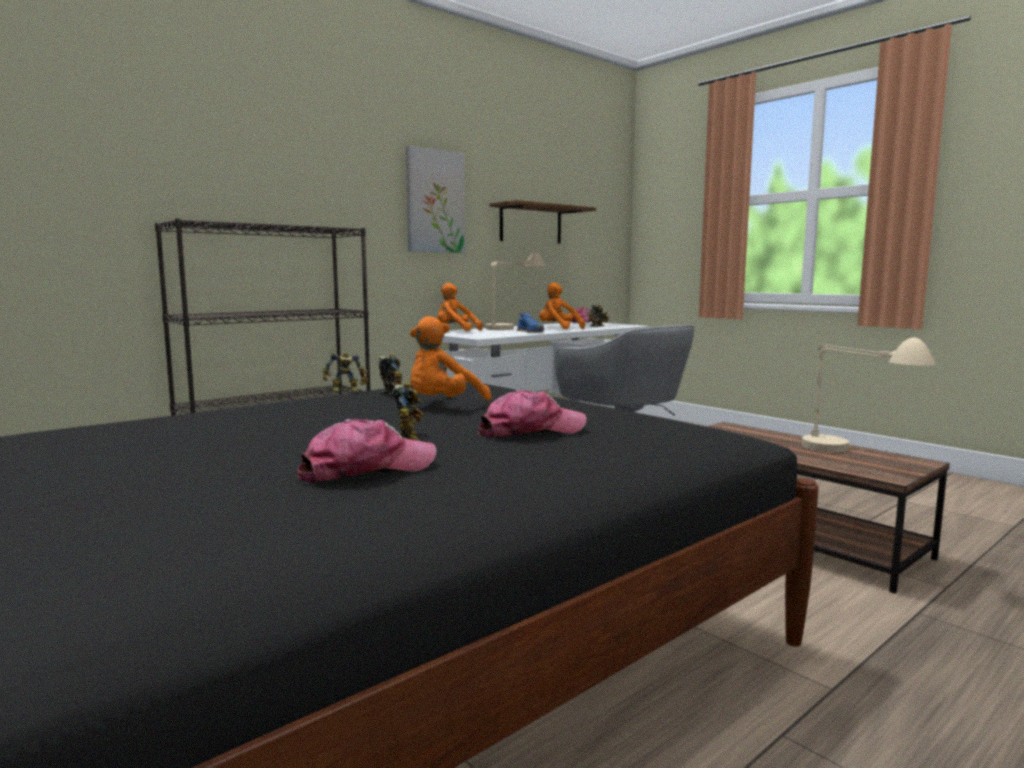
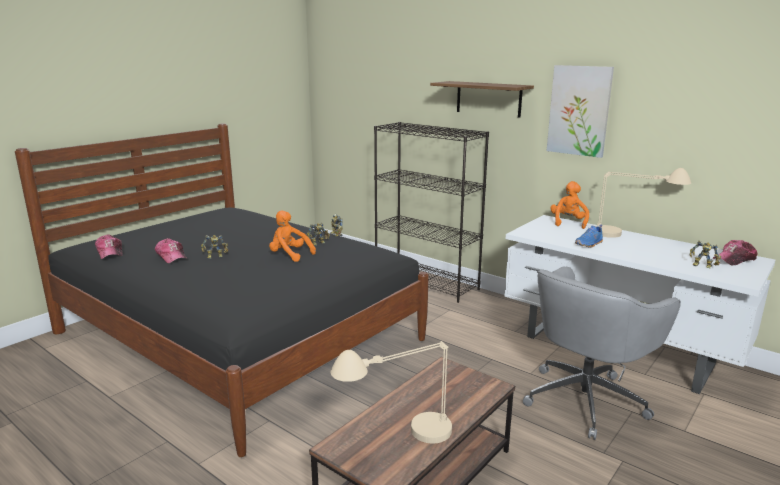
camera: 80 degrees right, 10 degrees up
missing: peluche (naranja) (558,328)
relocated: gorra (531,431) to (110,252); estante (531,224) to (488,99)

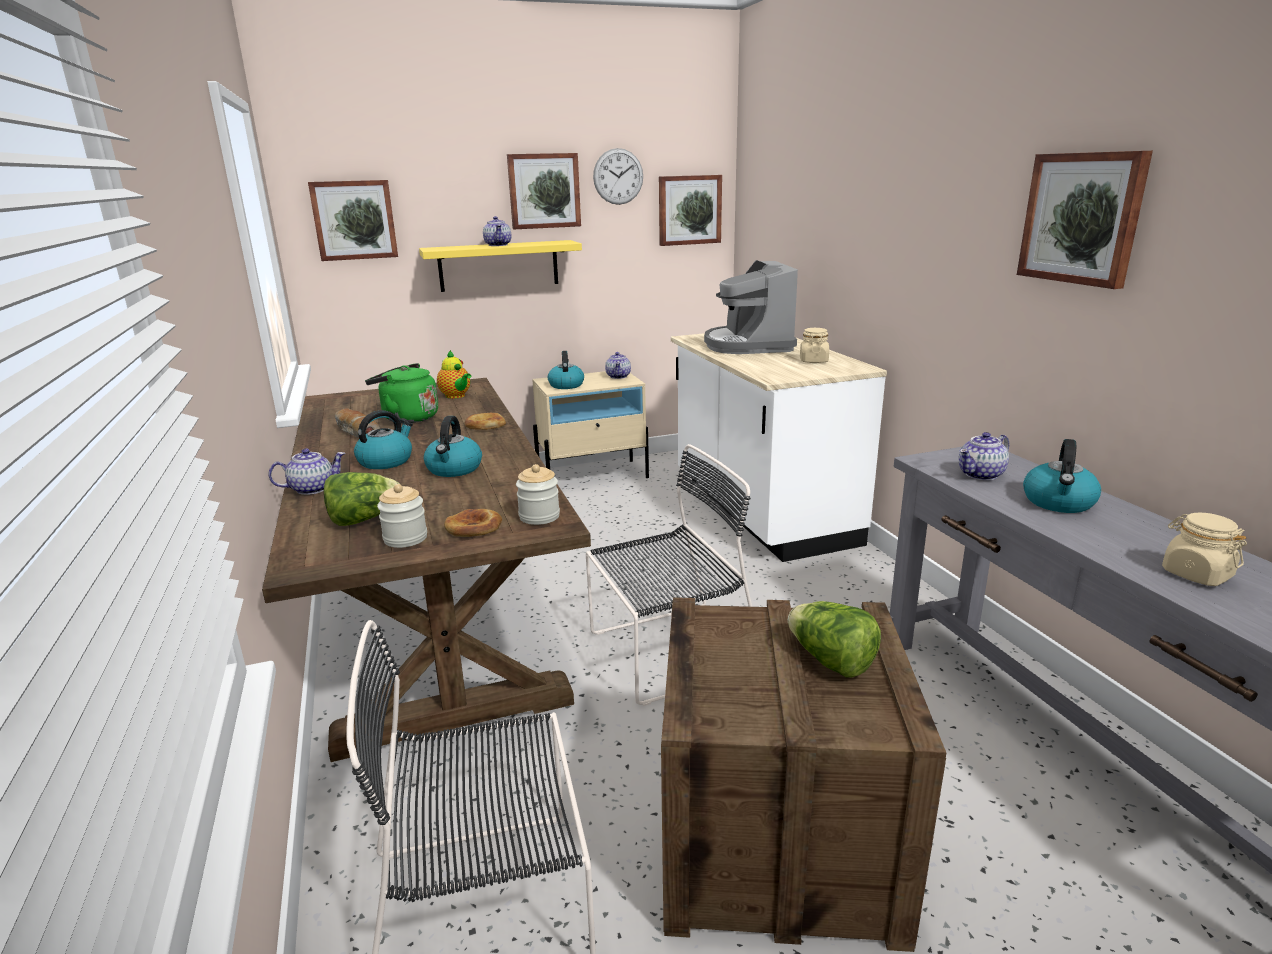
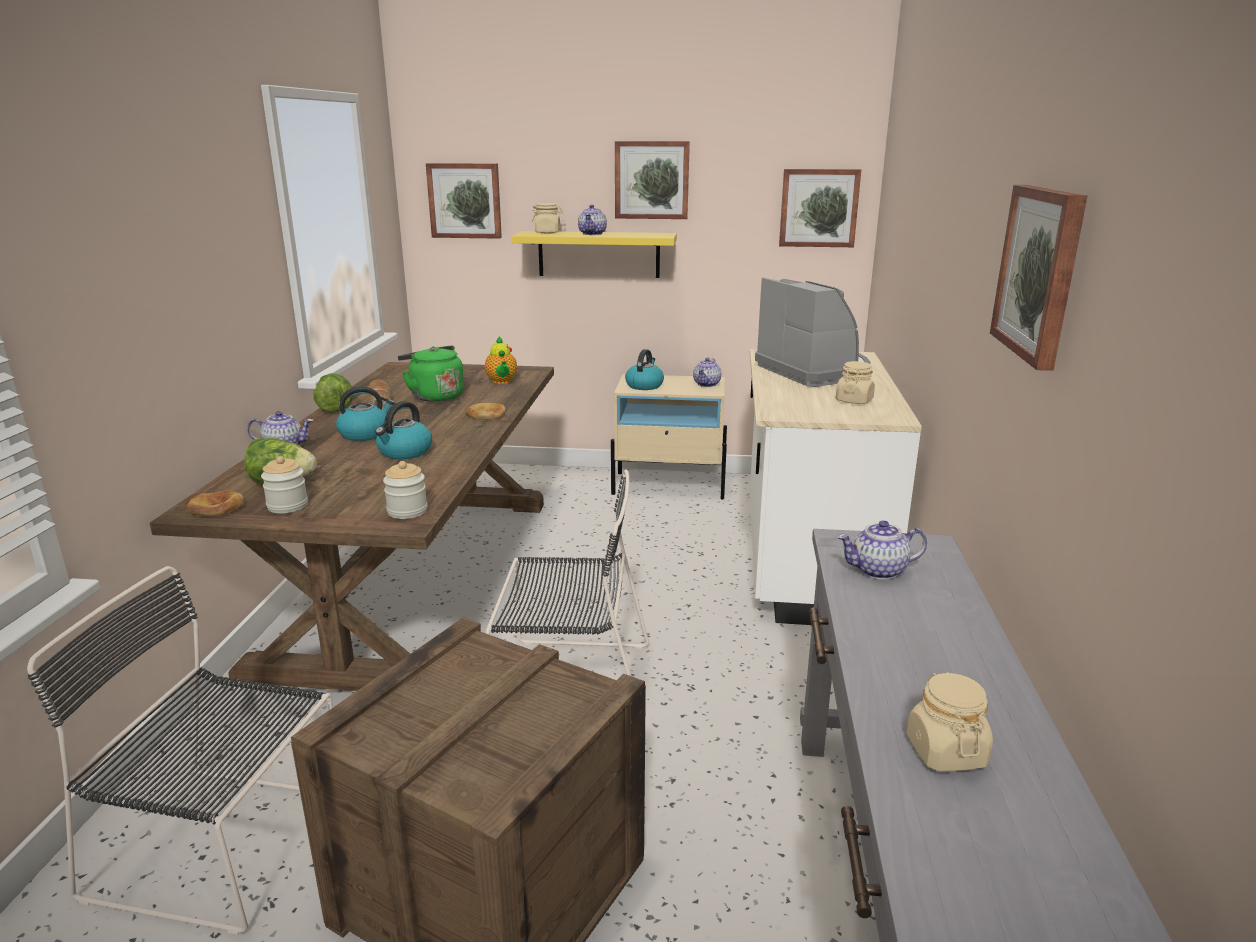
camera: 25 degrees right, 0 degrees up
missing: reloj de pared (618,176); hervidor (1059,503)
appeared: tarro (beis) (548,232)
relocated: pan (474,527) to (217,508); lechuga (831,661) to (335,408)
spun: cafetera (748,345) = (814,371) 135 degrees clockwise

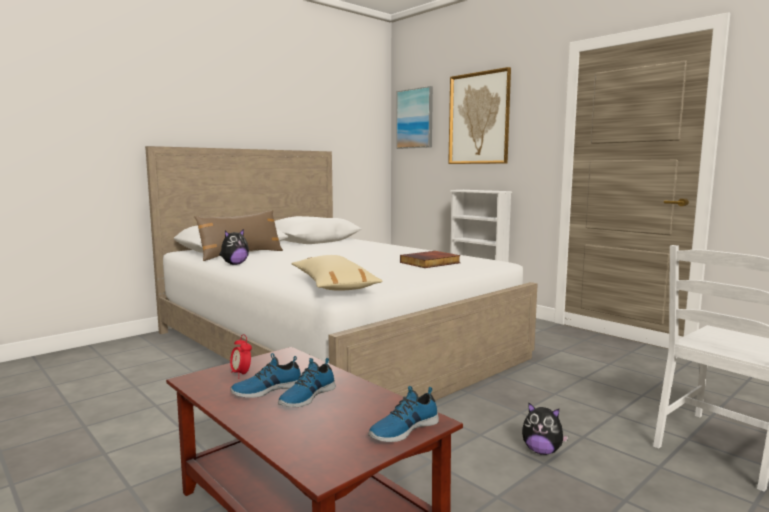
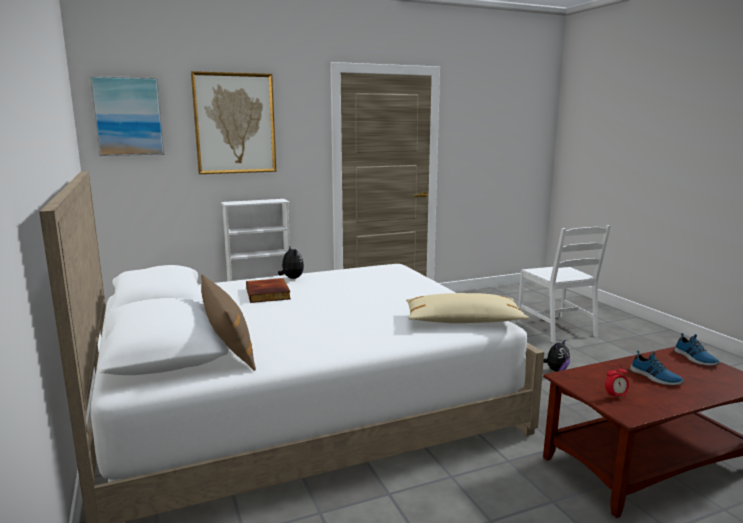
camera: 70 degrees left, 5 degrees up
missing: zapato (267,389)
relocated: libro (430,263) to (269,293); peluche (234,264) to (291,278)

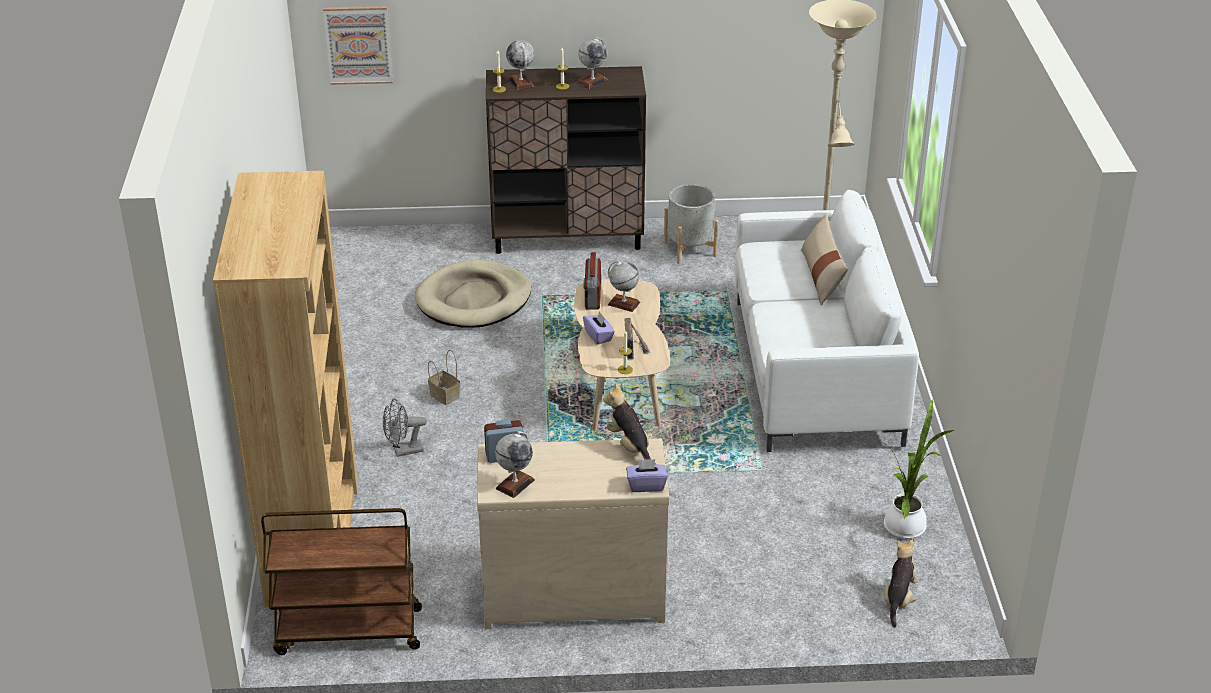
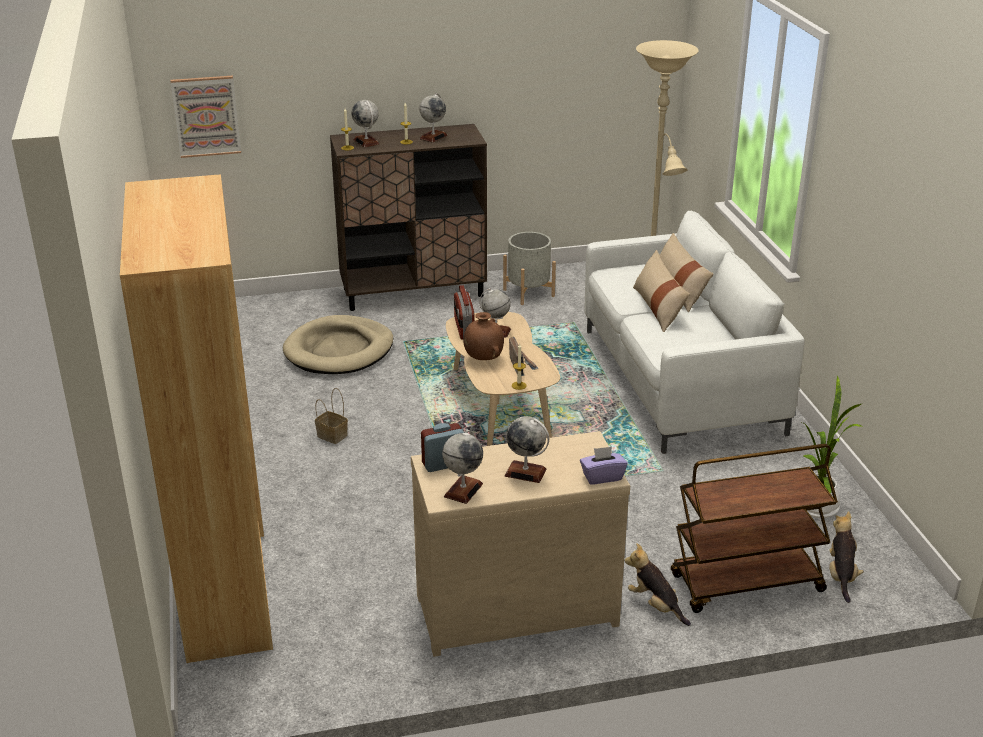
camera: 10 degrees left, 5 degrees down
missing: ventilador (gris) (403,451)
appeared: globo terráqueo (525,472); cojín (beis) (658,308)
relocated: peluche (630,446) to (655,605); carrito (marrón) (347,632) to (746,584)
exchanged: caja de pañuelos (morado) (599,336) to florero (marrón) (483,359)

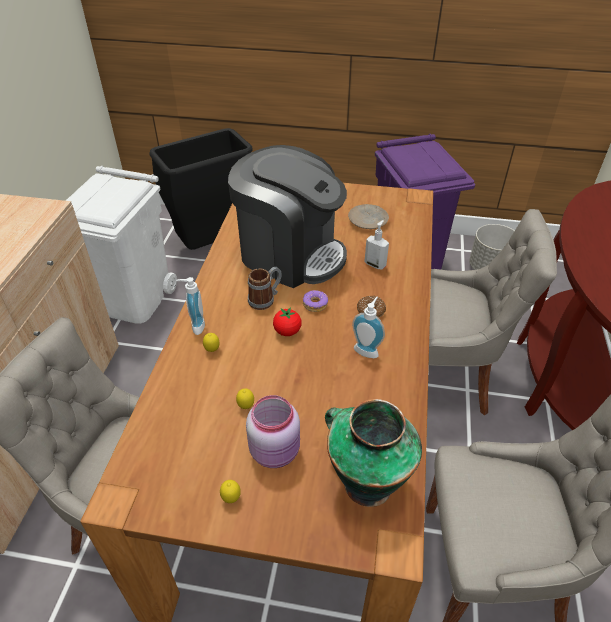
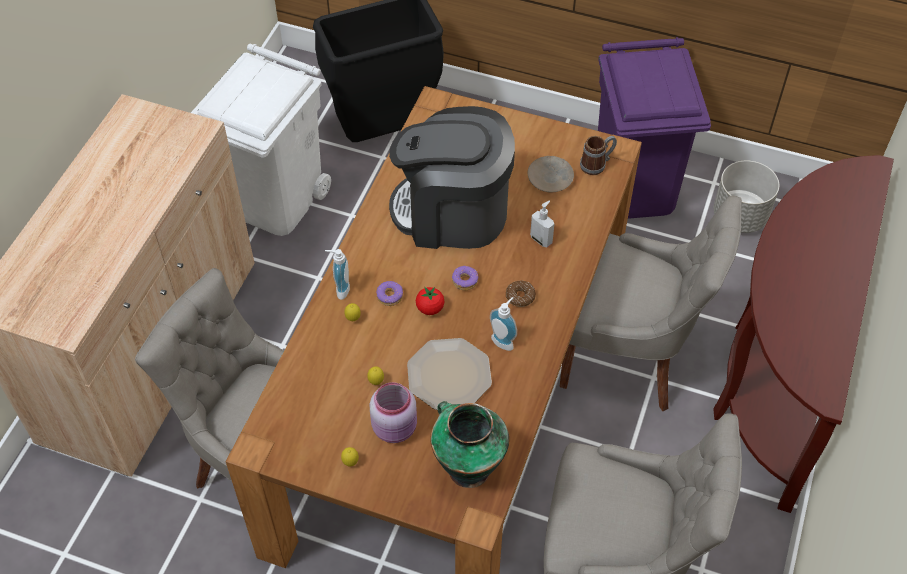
camera: 10 degrees right, 10 degrees up
appeared: rosquilla (390,296); plato (449,376)
relocated: taza grande (265,299) to (597,164)
spun: cafetera (290,254) = (452,213) 150 degrees clockwise

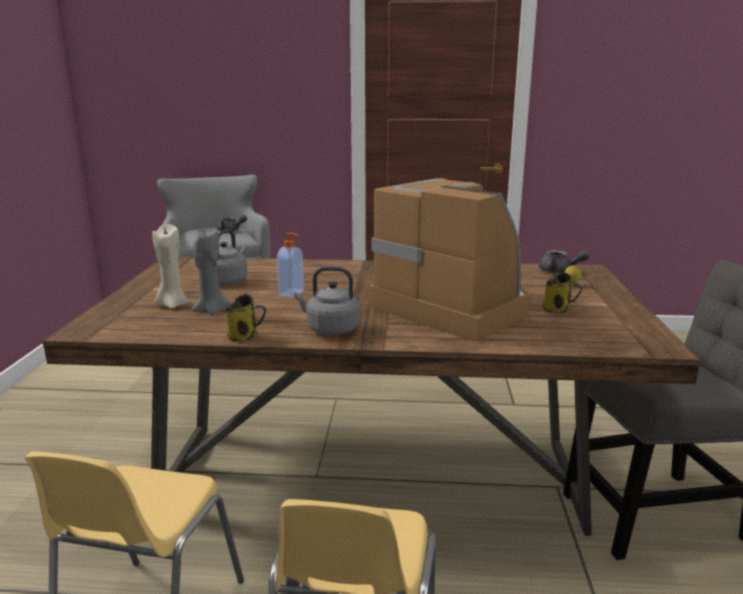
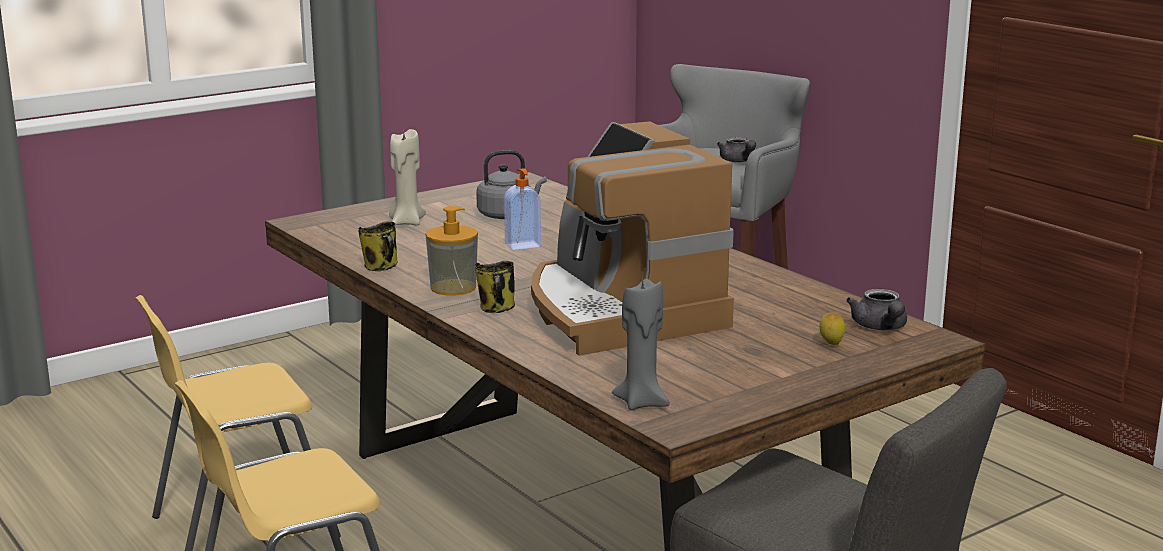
camera: 50 degrees right, 0 degrees up
relocated: taza grande (558,310) to (497,309); vela (gris) (211,311) to (641,402)
exchanged: hervidor (gris) (330,329) to dispensador de jabón (453,287)
spun: cafetera (453,306) = (619,312) 150 degrees clockwise

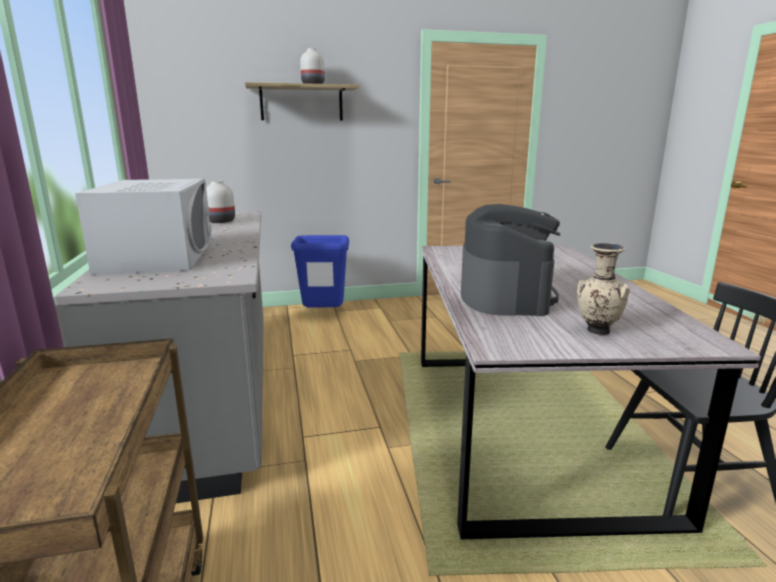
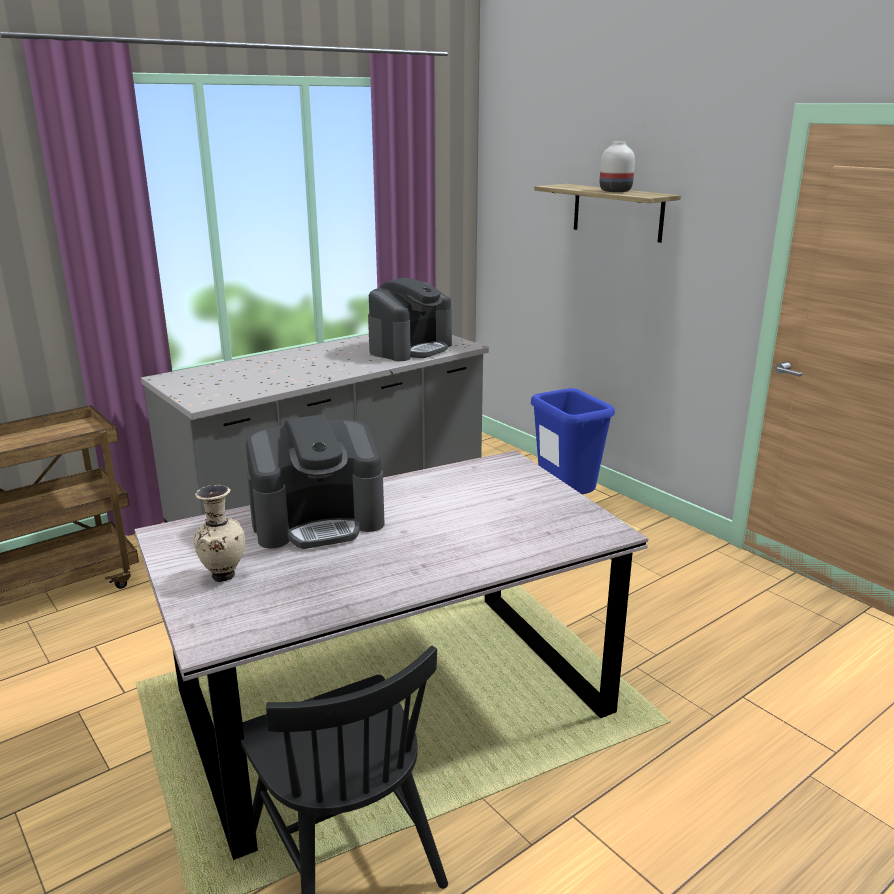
camera: 65 degrees right, 5 degrees up
missing: microondas (blanco) (159,256)
exchanged: florero (blanco) (220,221) to cafetera (410,348)

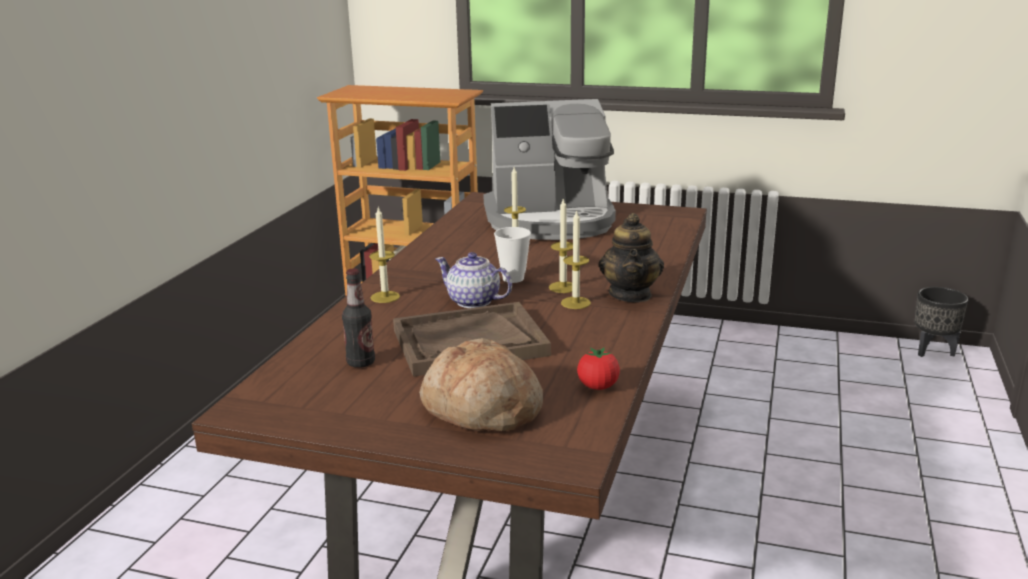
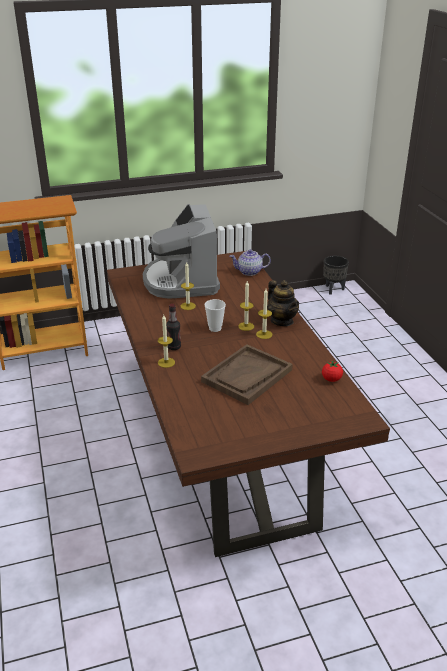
camera: 35 degrees left, 10 degrees up
missing: pan (481,409)
relocated: botella (361,362) to (174,347); tetera (474,301) to (250,272)
spun: cafetera (551,220) = (182,281) 120 degrees clockwise

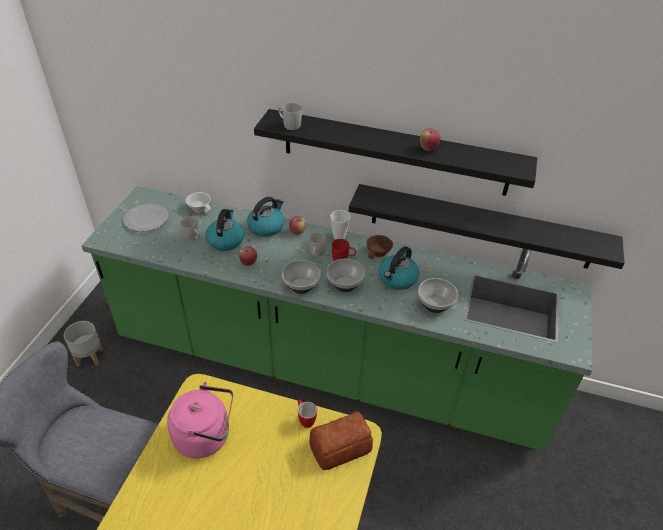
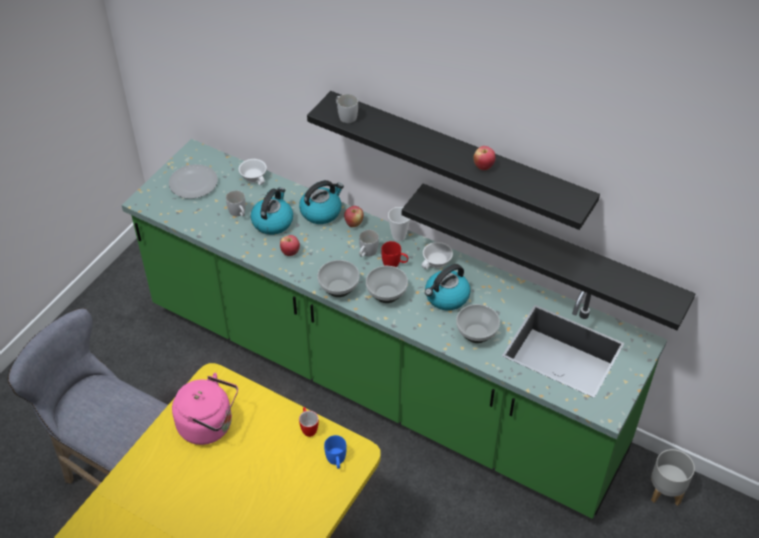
camera: 15 degrees right, 5 degrees up
relocated: maceta (gris) (90,357) to (666,491)
exchanged: pan (342,446) to taza grande (azul) (336,460)
colour: taza (marrón) (379,252) to taza (blanco) (437,262)

